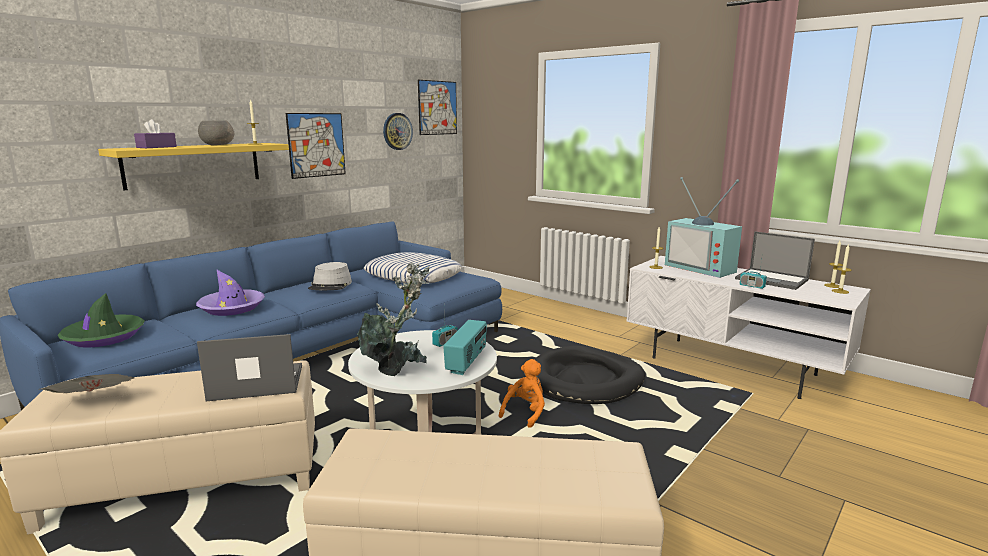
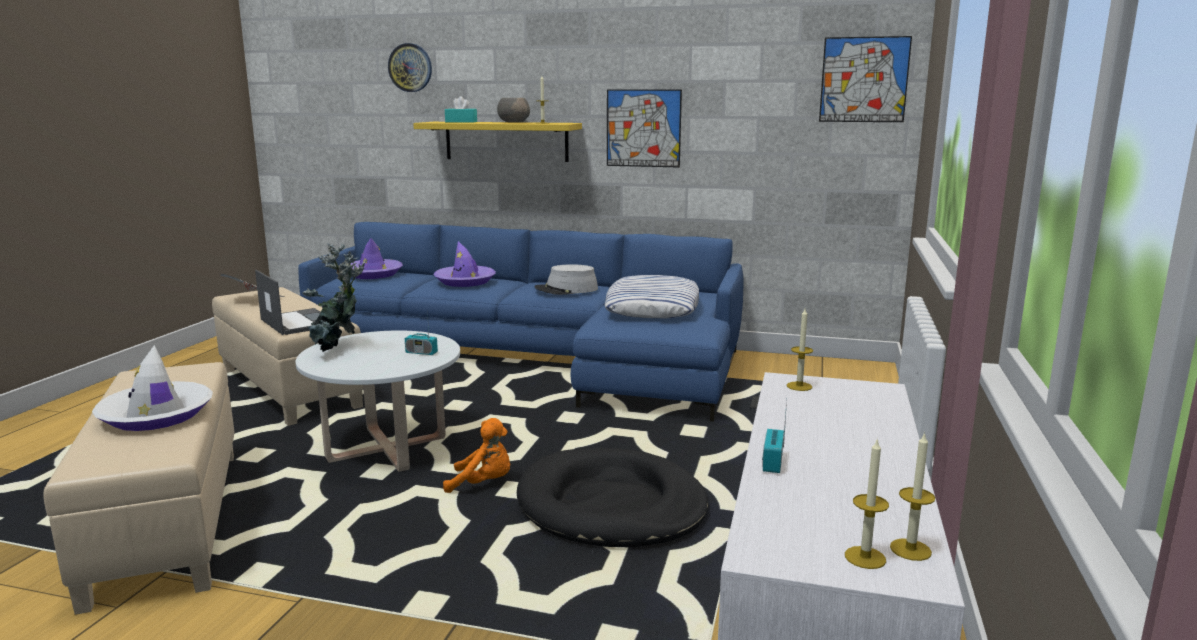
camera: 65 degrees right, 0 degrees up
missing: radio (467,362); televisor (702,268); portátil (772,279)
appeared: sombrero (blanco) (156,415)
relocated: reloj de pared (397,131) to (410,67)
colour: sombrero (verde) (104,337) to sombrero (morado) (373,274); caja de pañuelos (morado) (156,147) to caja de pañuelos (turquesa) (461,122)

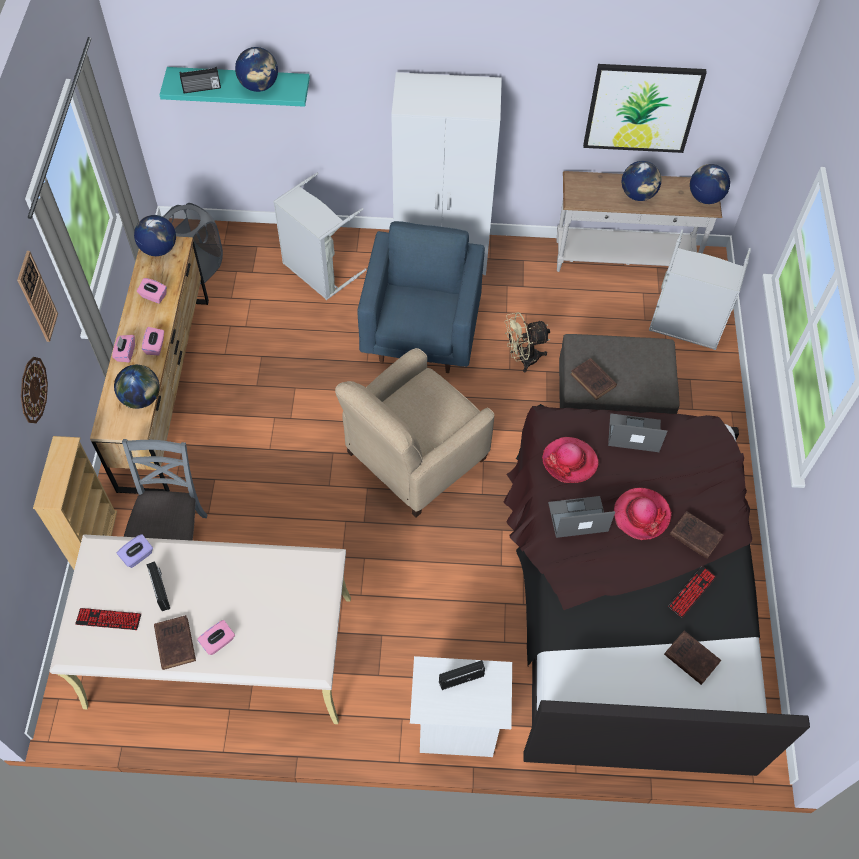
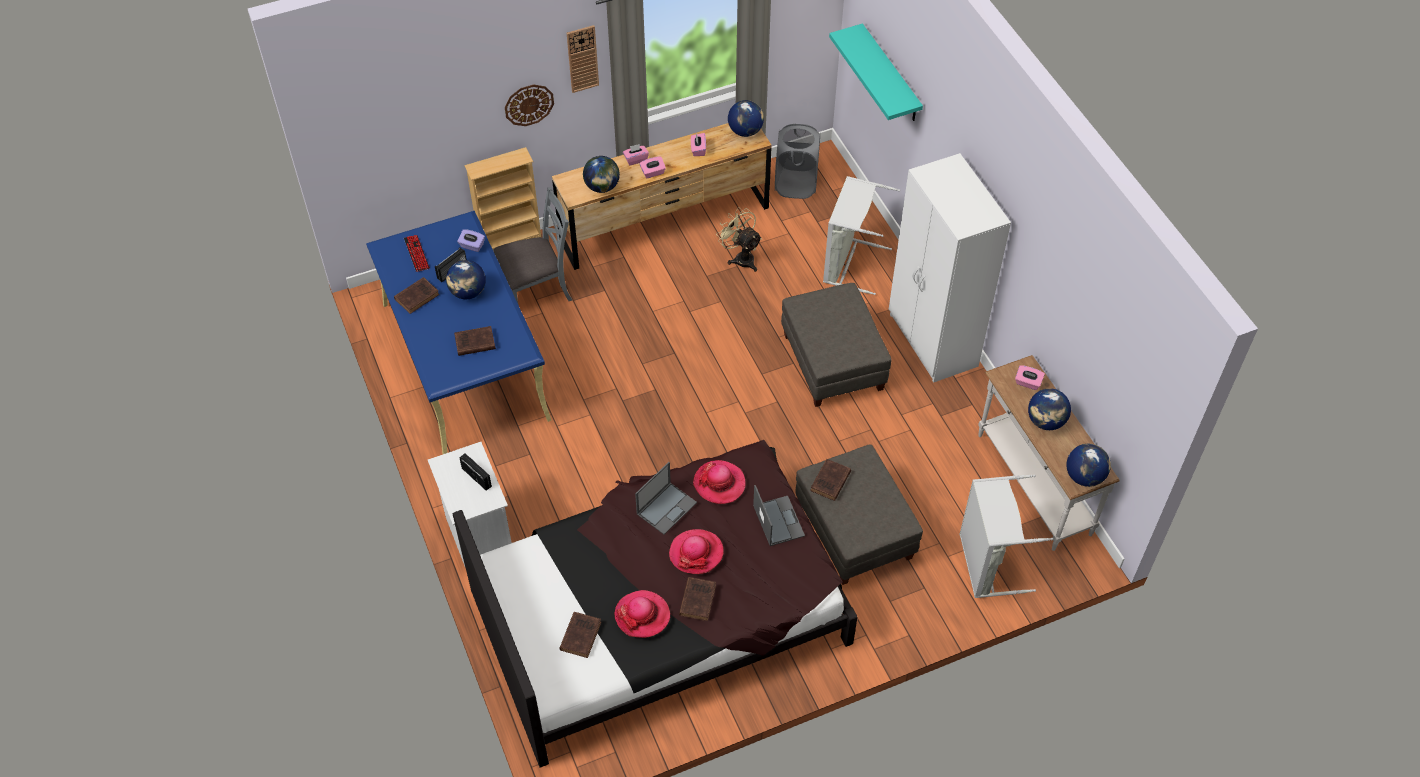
camera: 65 degrees right, 5 degrees down
missing: radio (202,89); sillón (beis) (415,456); cuadro (642,108)
appeared: libro (marrón) (474,343)
relocated: globo terráqueo (259,86) to (468,292); ventilador (beis) (522,358) to (741,257); caja de pañuelos (rosa) (218,642) to (1027,383)
exchanged: teclado (692,592) to sombrero (642,615); sillón (azul) (421,334) to puf (gris) (832,362)
colour: escritorio (beis) (219,651) to escritorio (azul) (464,360)
spun: portátil (577,517) = (667,507) 75 degrees clockwise

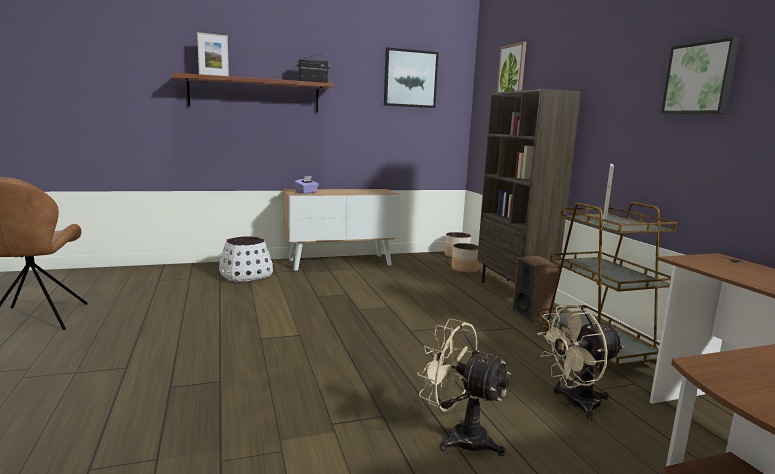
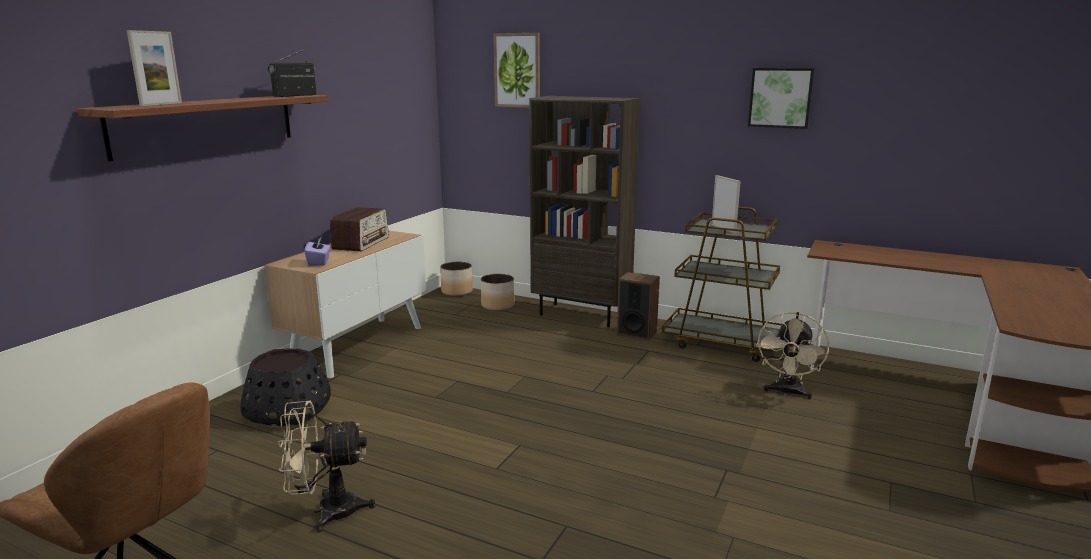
camera: 45 degrees left, 5 degrees up
missing: cuadro (410,78)
appeared: radio (361,243)
relocated: ventilador (beis) (459,437) to (327,511)
colour: maceta (blanco) (246,275) to maceta (negro) (288,411)

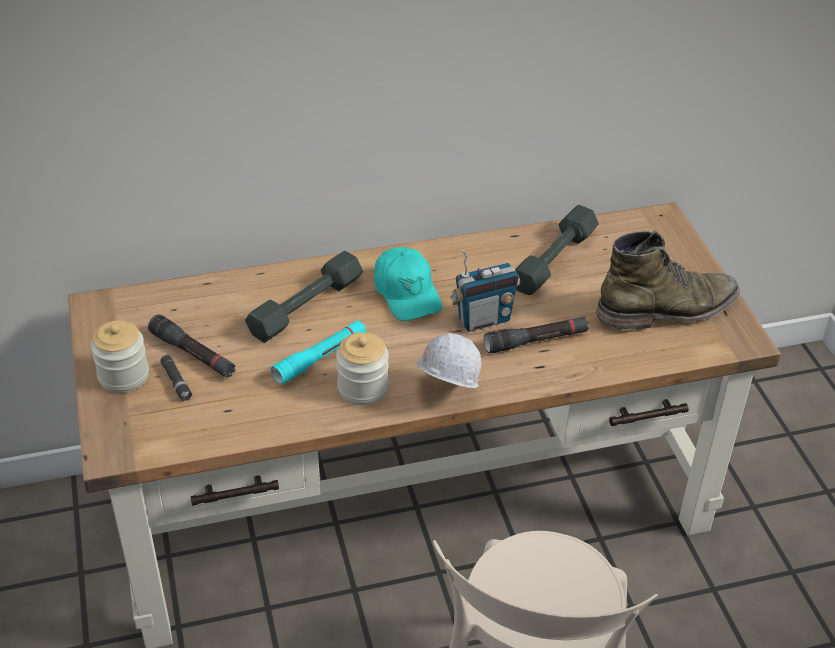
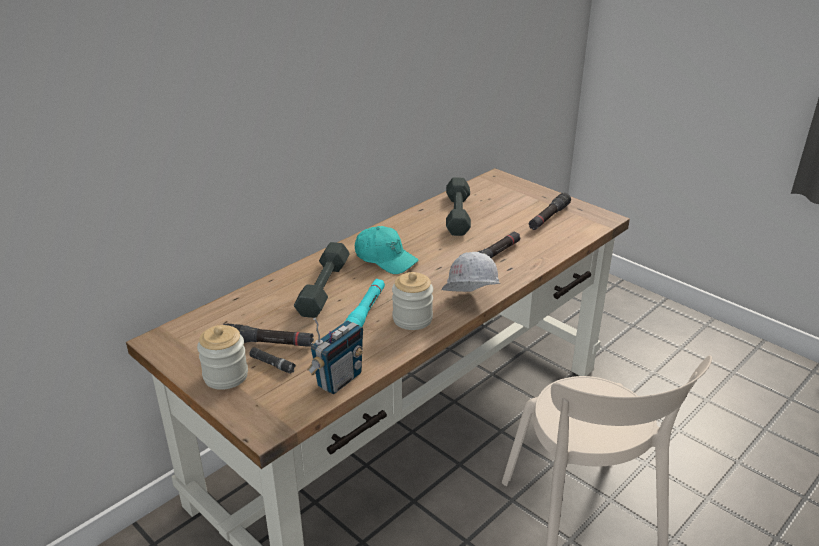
camera: 30 degrees left, 10 degrees down
relocated: radio (483,319) to (339,380)
exchanged: bota (verde) (668,309) to linterna (negro) (549,217)

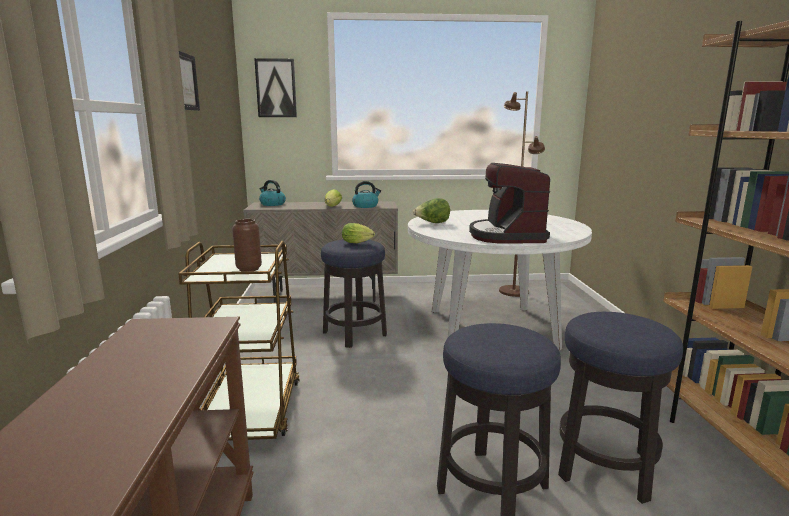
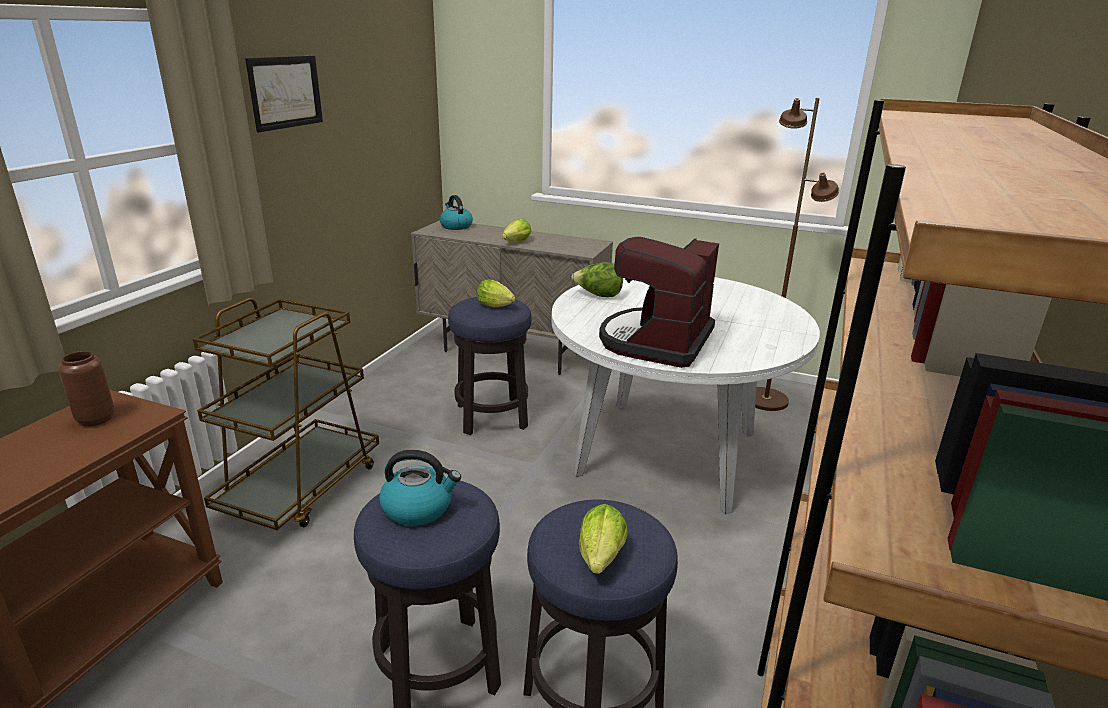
camera: 25 degrees right, 10 degrees up
missing: cuadro (276,88)
appeared: lechuga (600,560)
relocated: florero (marrón) (249,269) to (96,419); hervidor (366,206) to (419,508)

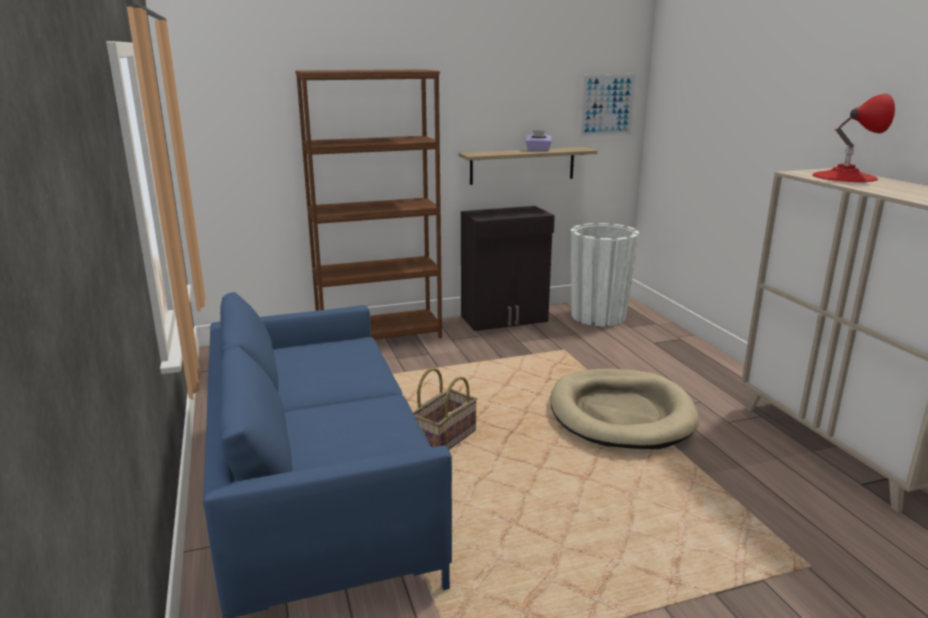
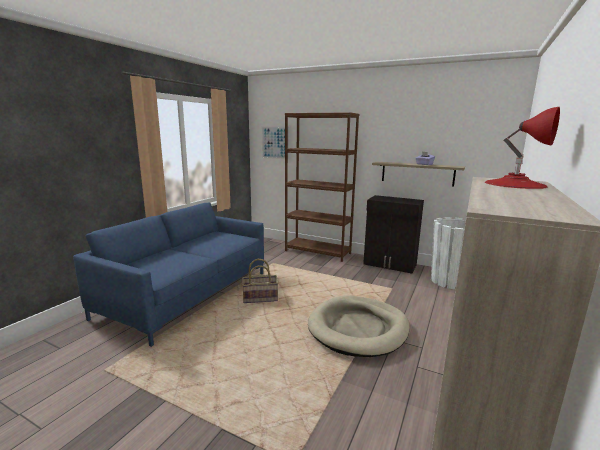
camera: 45 degrees right, 5 degrees down
relocated: cuadro (607,105) to (275,142)

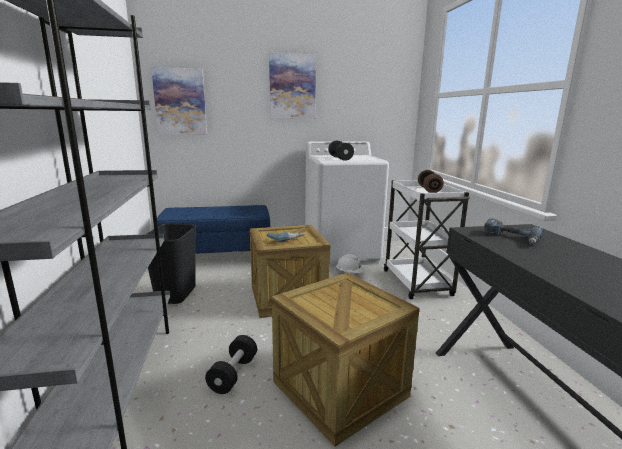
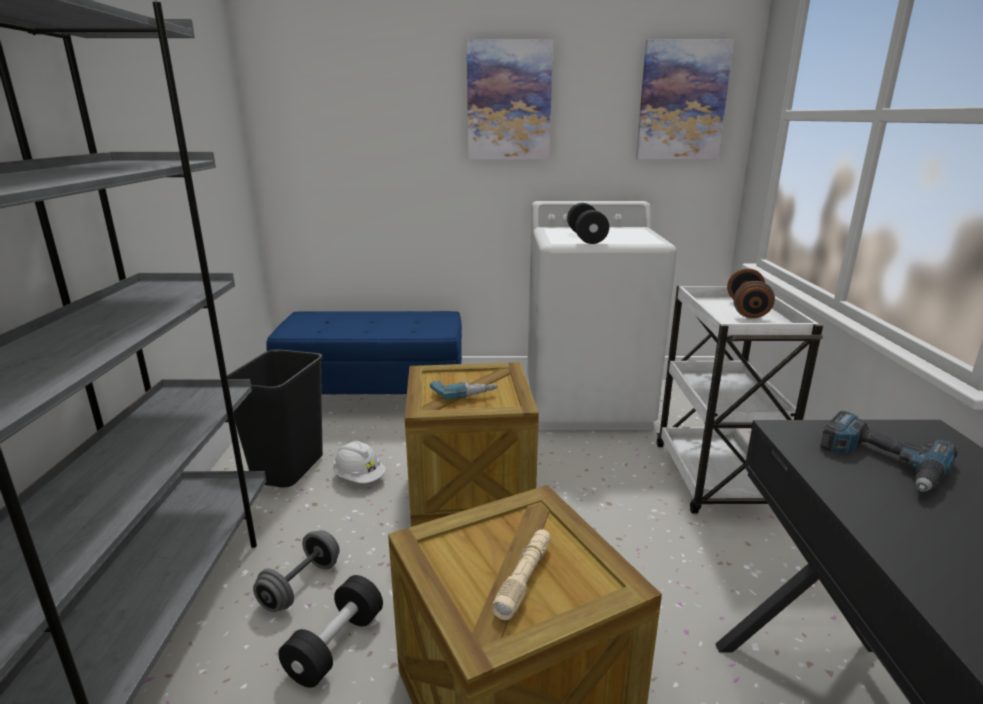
camera: 10 degrees right, 5 degrees up
appeared: mancuerna (gris) (300,586); linterna (beis) (524,579)
relocated: casco (blanco) (349,273) to (359,478); cuadro (180,102) to (682,101)

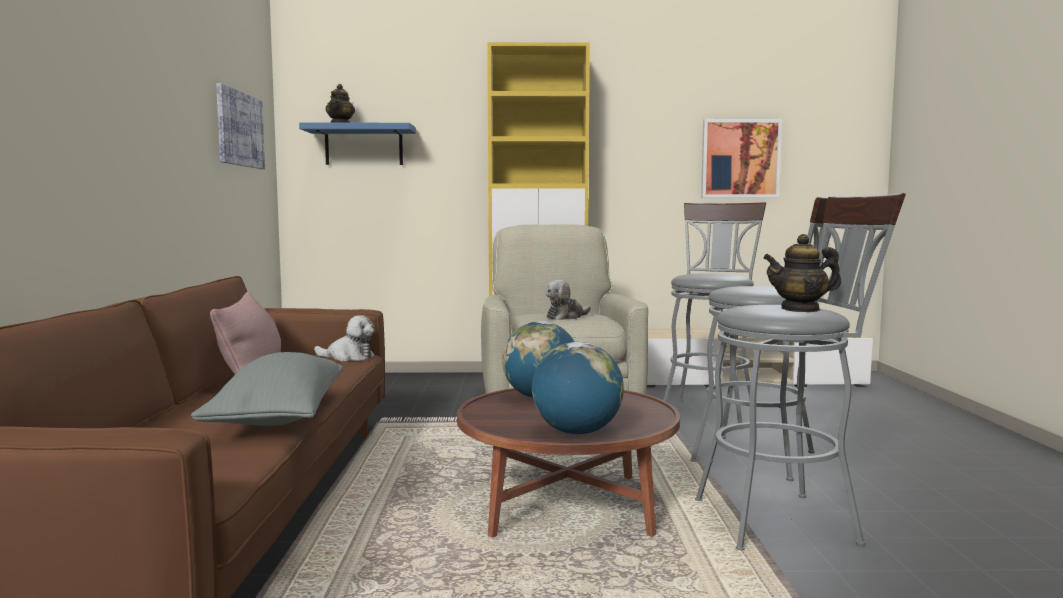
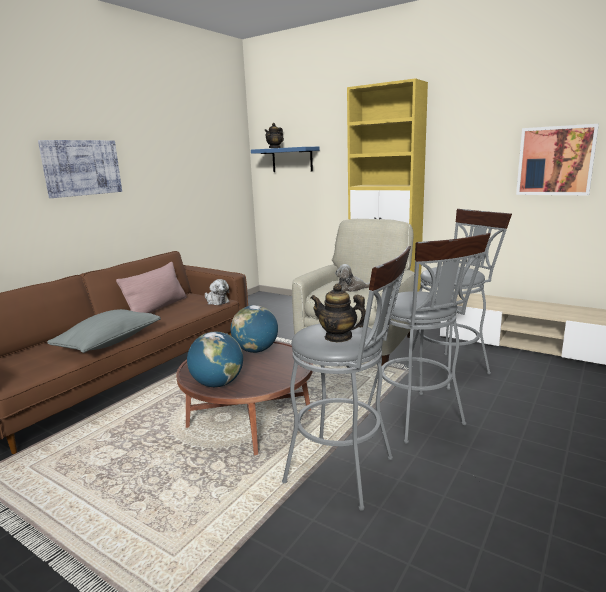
camera: 35 degrees right, 10 degrees up
relocated: cuadro (239,129) to (82,168)

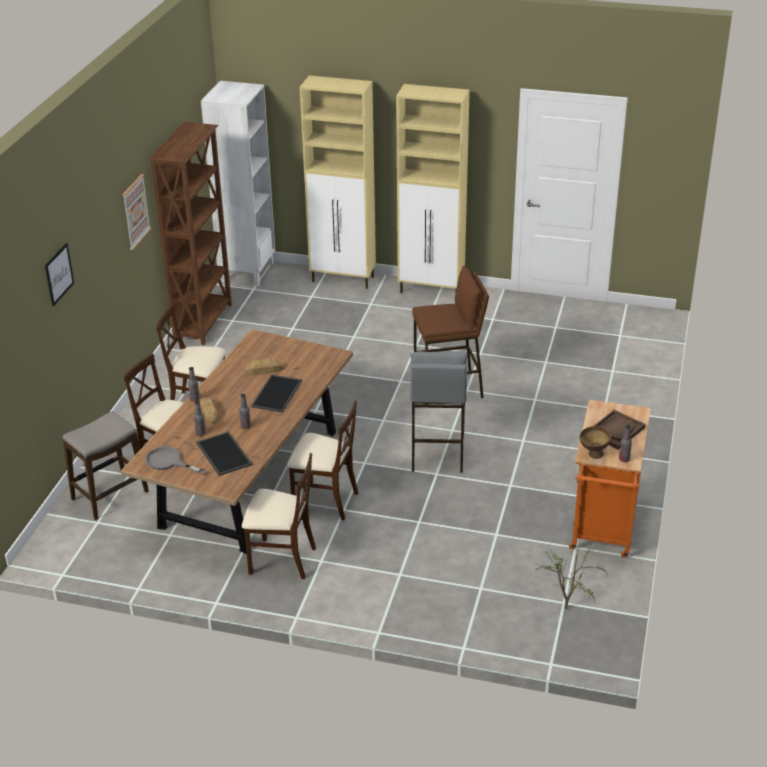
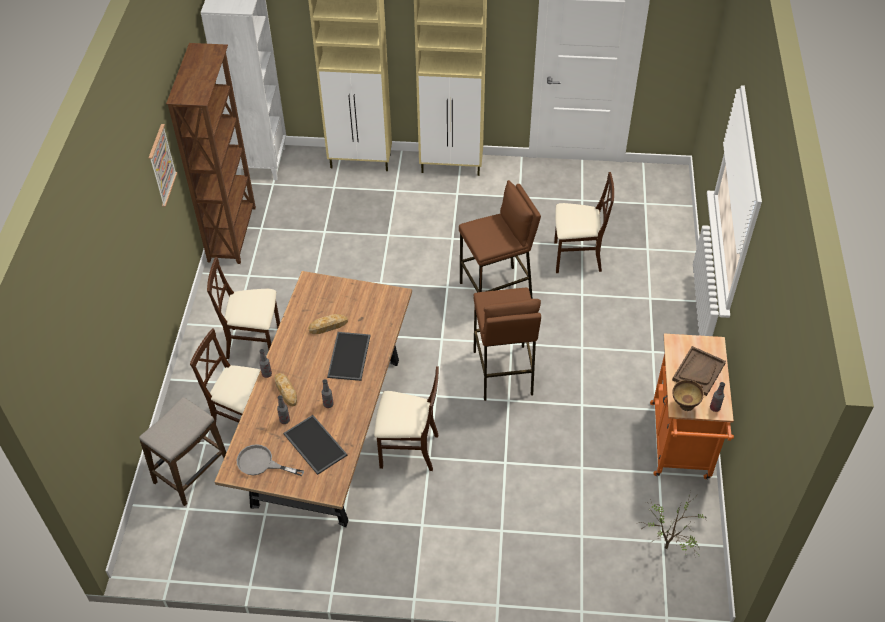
camera: 10 degrees left, 15 degrees up
missing: cuadro (59,274)
relocated: silla (beis) (281,559) to (576,257)
colour: taburete (gris) (437,452) to taburete (marrón) (503,373)

